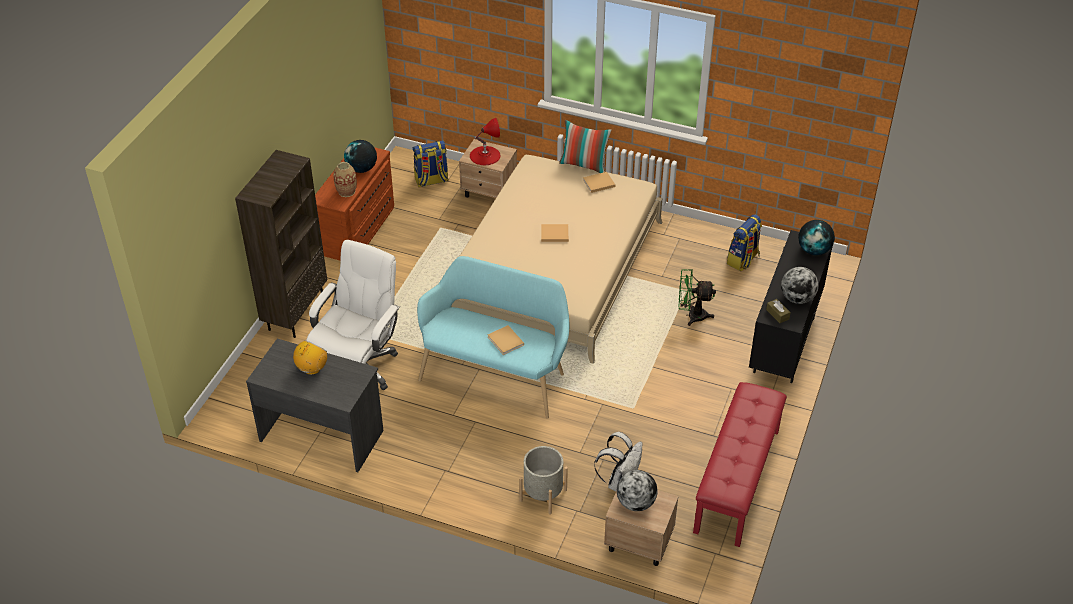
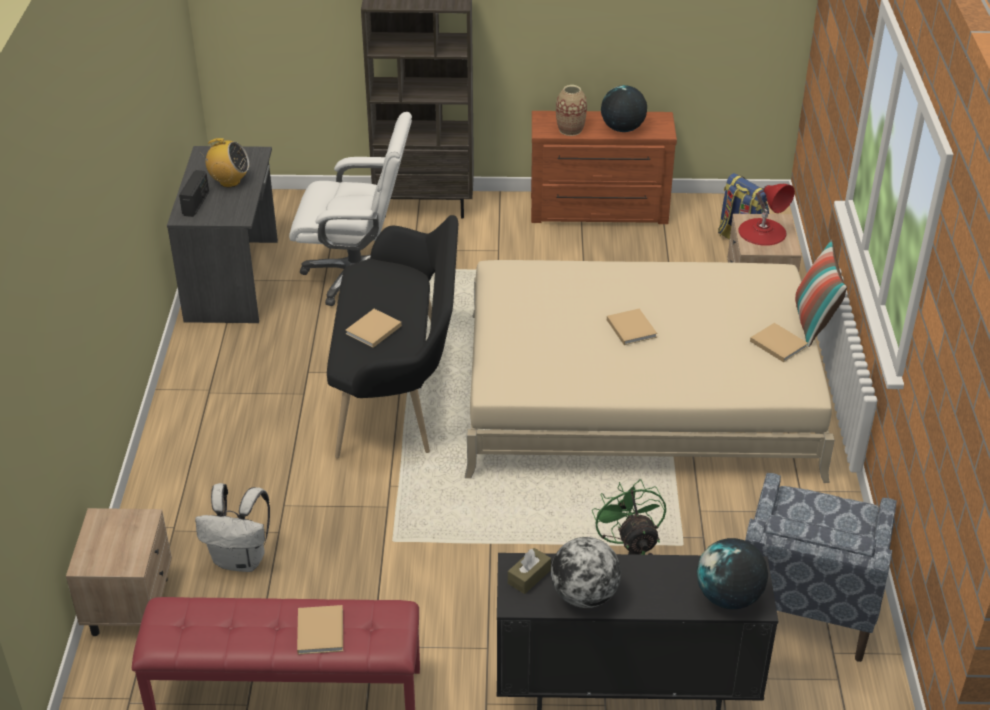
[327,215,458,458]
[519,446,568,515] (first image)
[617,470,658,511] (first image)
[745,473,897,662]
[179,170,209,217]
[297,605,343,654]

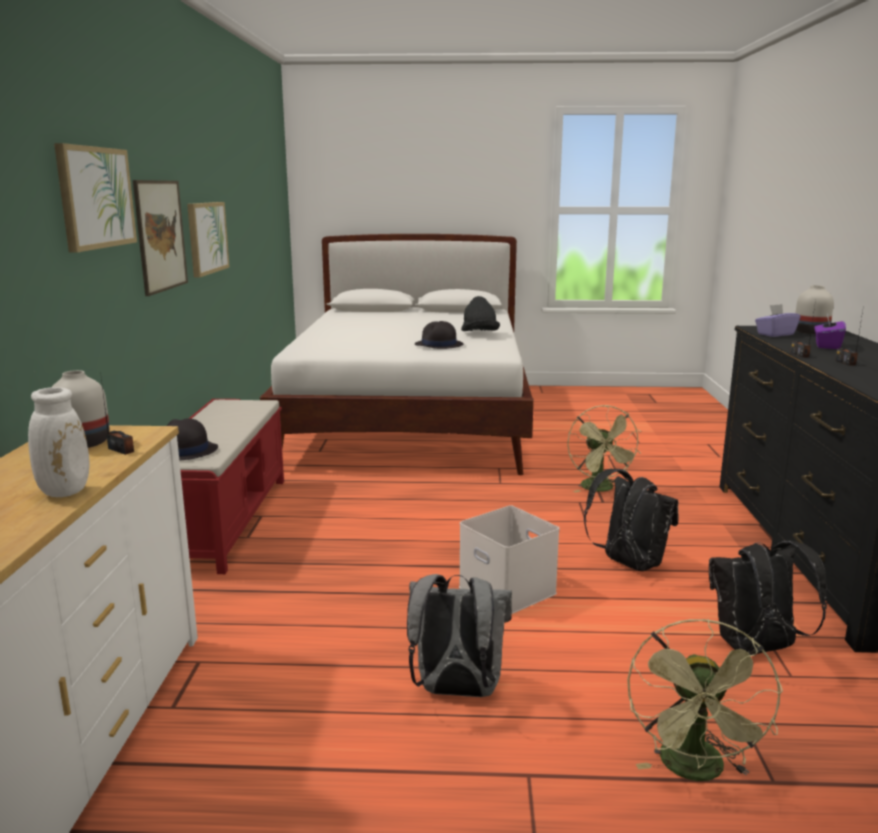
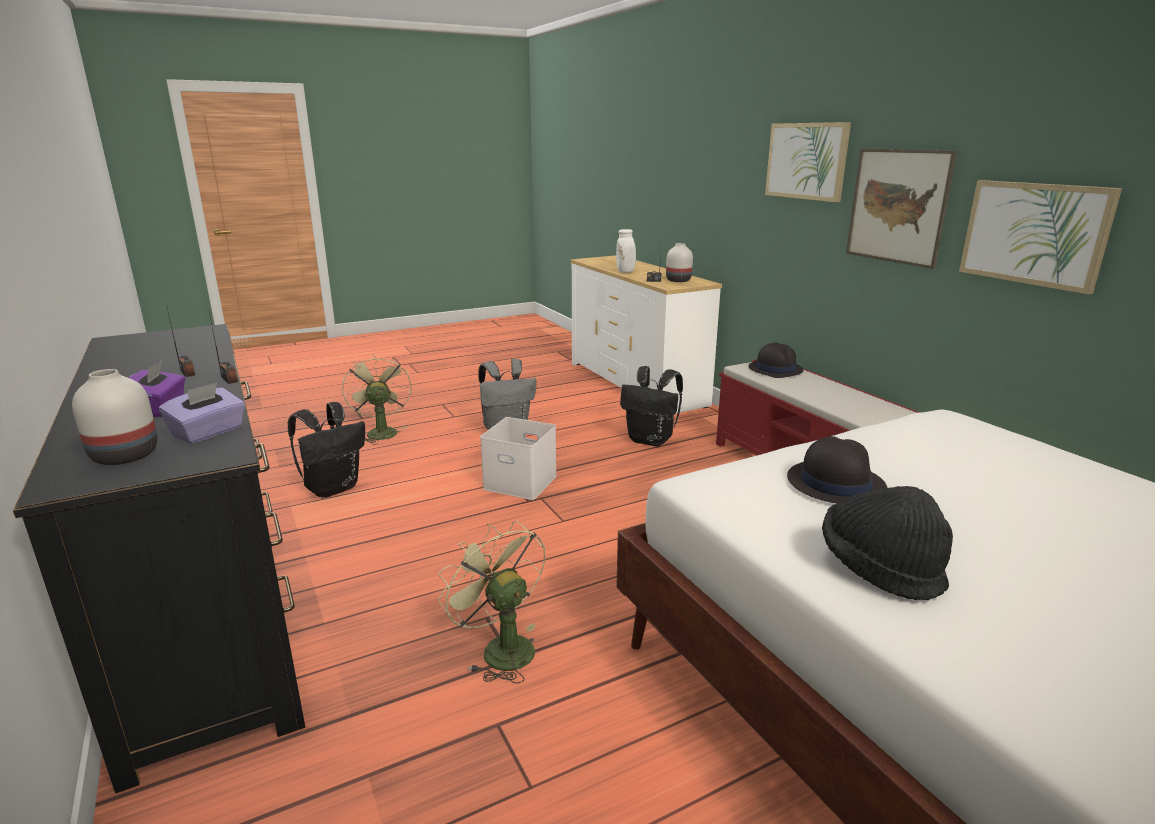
[620,366,683,446]

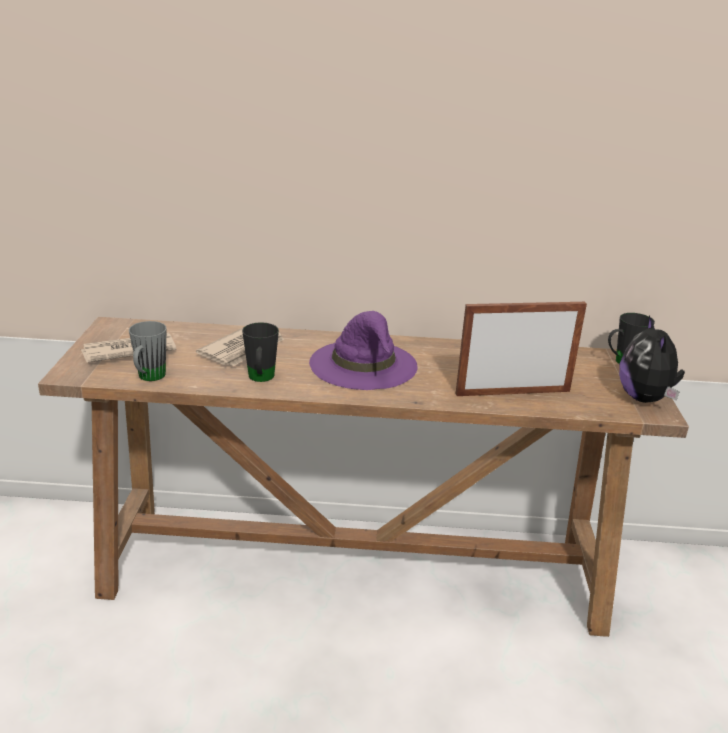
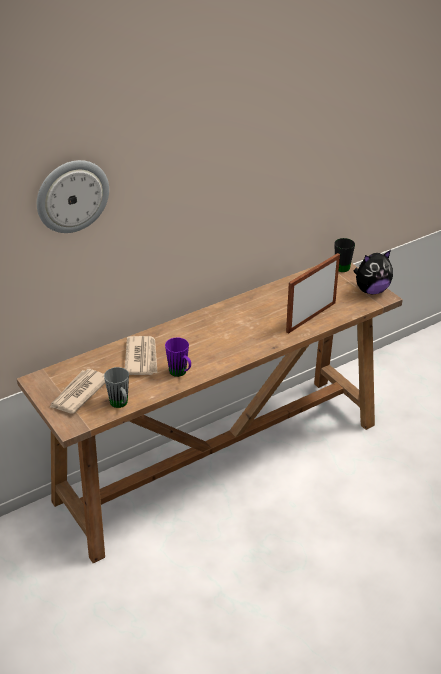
[165,337,191,377]
[309,311,418,390] (first image)
[353,250,393,294]
[37,160,109,233]

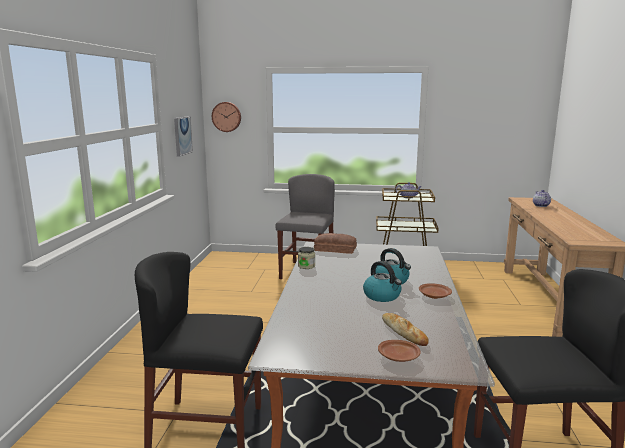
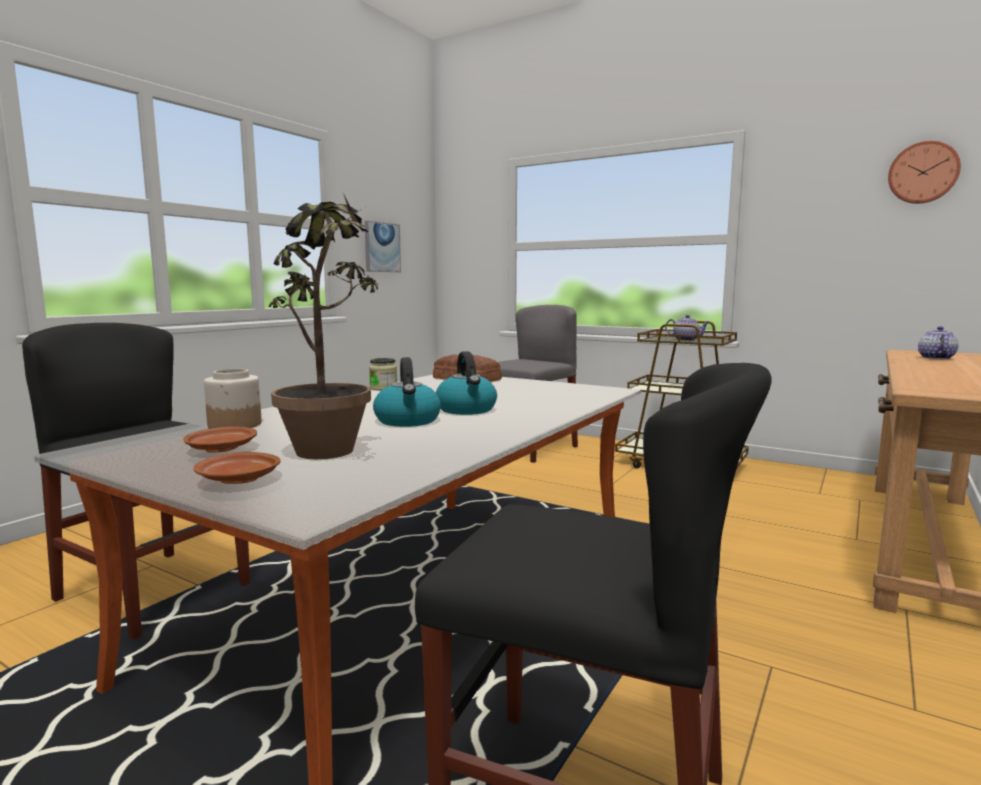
[888,141,961,204]
[269,193,378,459]
[183,427,257,453]
[204,369,262,429]

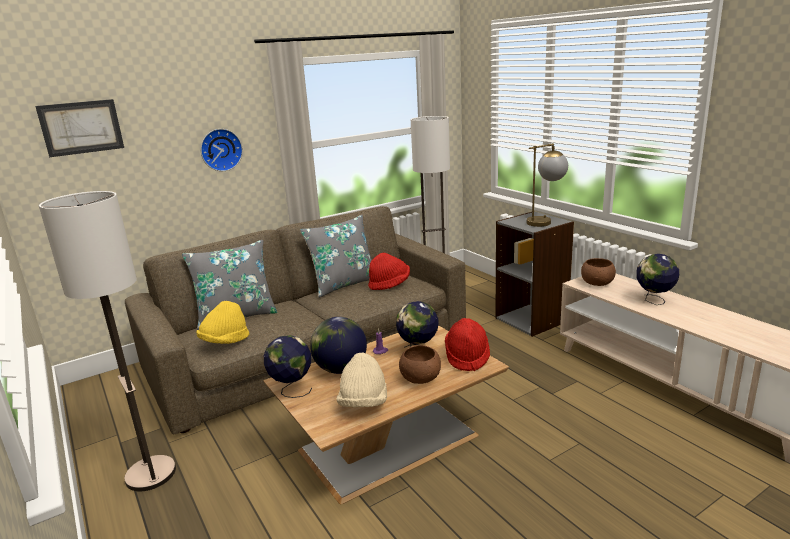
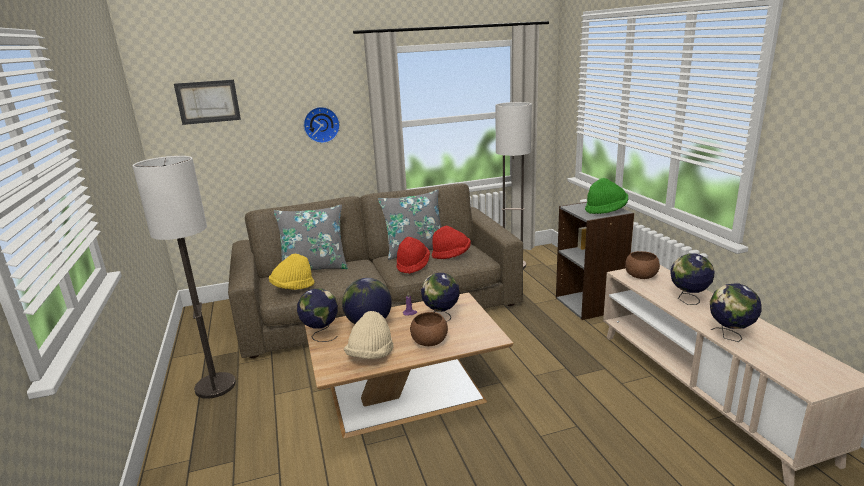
[397,237,430,274]
[585,178,628,214]
[710,284,762,342]

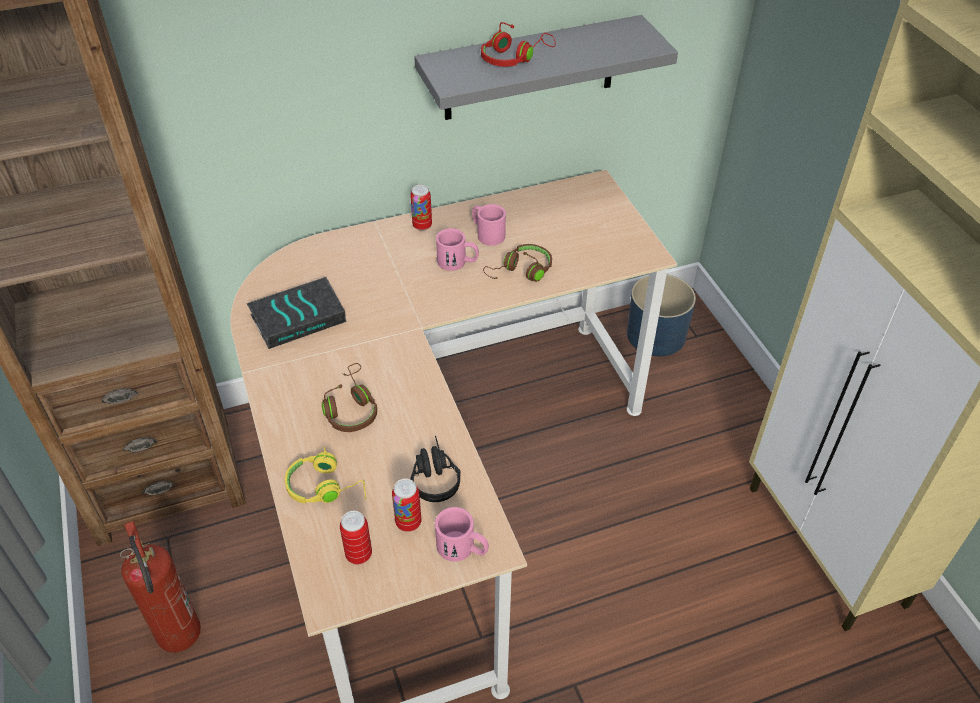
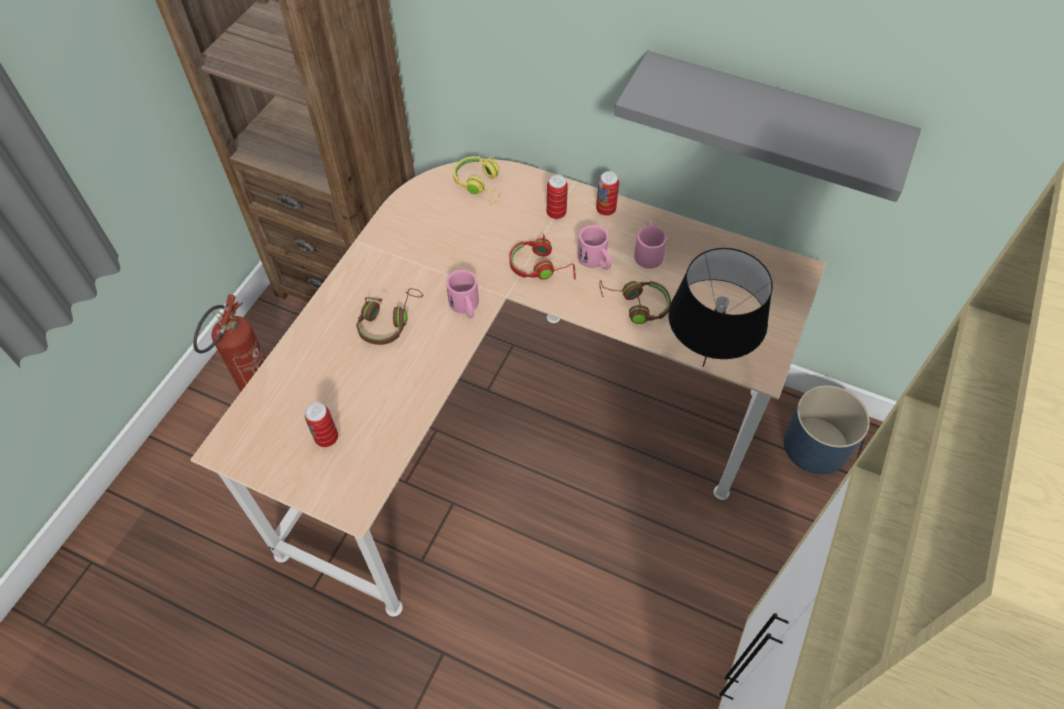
[246,277,346,349] (first image)
[453,156,501,205]
[547,175,568,219]
[410,435,460,502] (first image)
[446,270,479,318]
[509,234,575,280]
[668,248,773,367]

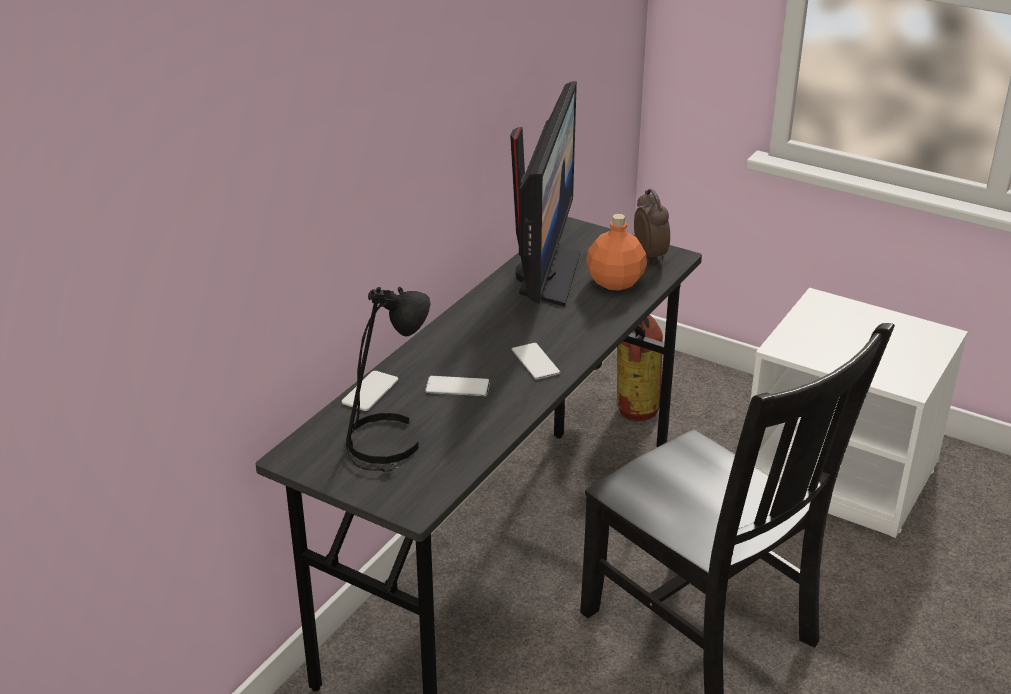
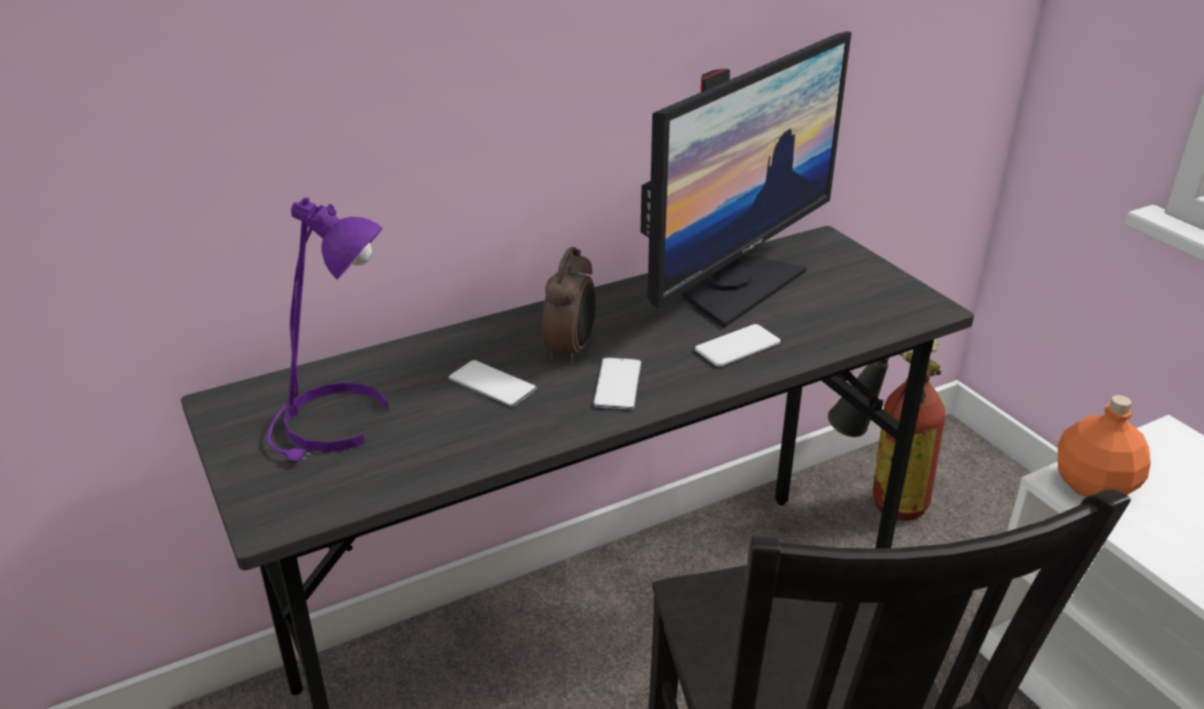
[695,324,780,367]
[267,197,388,461]
[1058,395,1151,497]
[542,247,596,365]

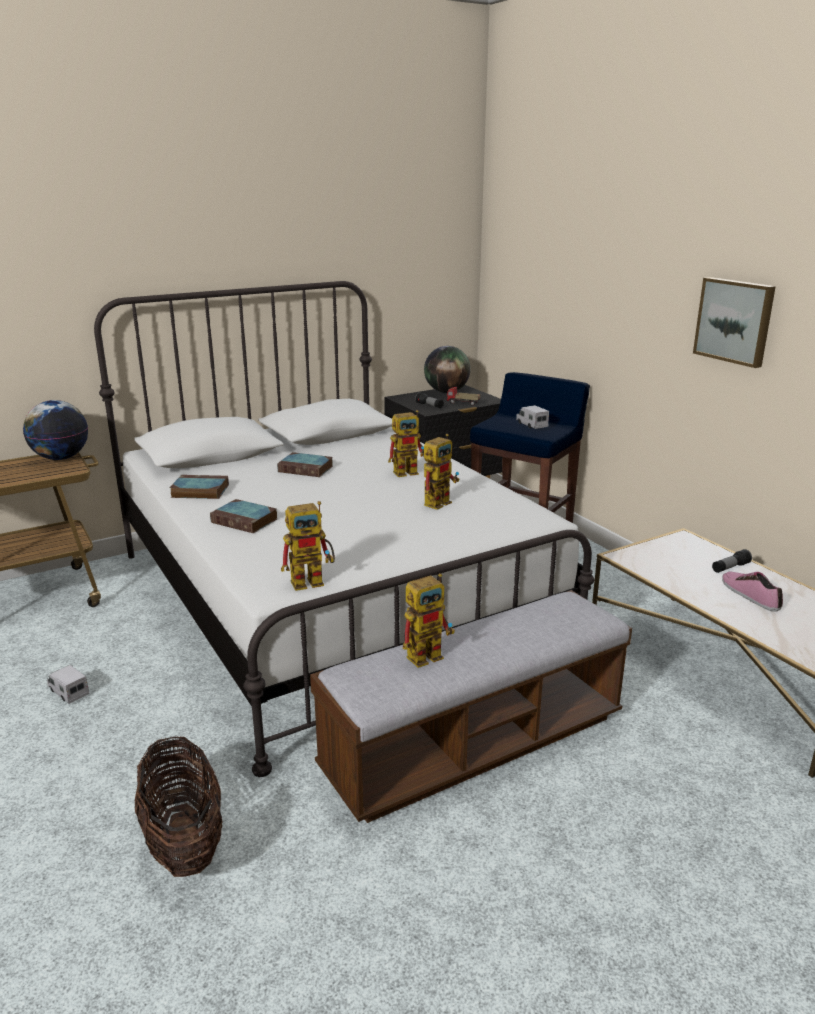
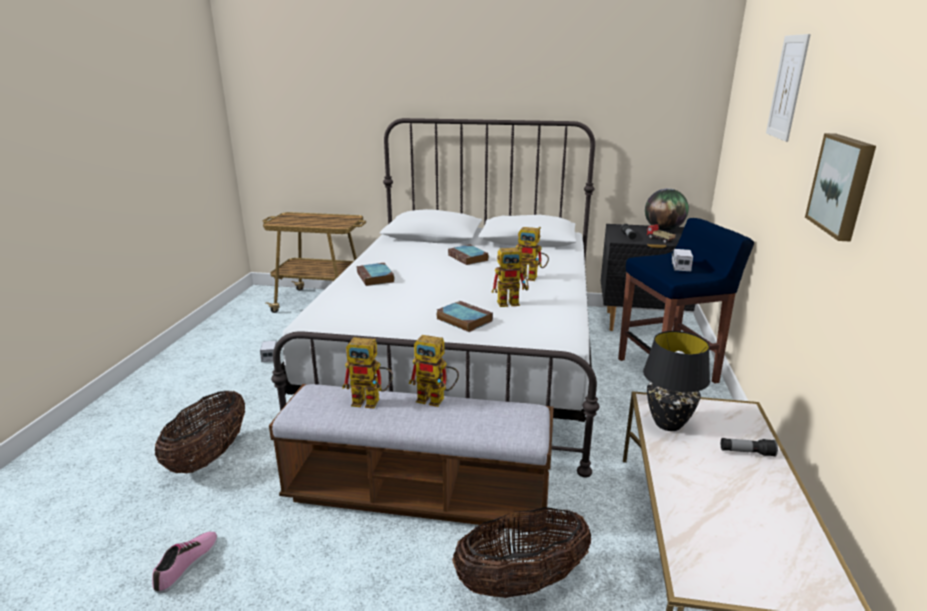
[23,400,88,460] (first image)
[437,301,493,332]
[409,335,459,407]
[152,532,218,593]
[452,507,591,598]
[643,331,710,431]
[766,34,811,142]

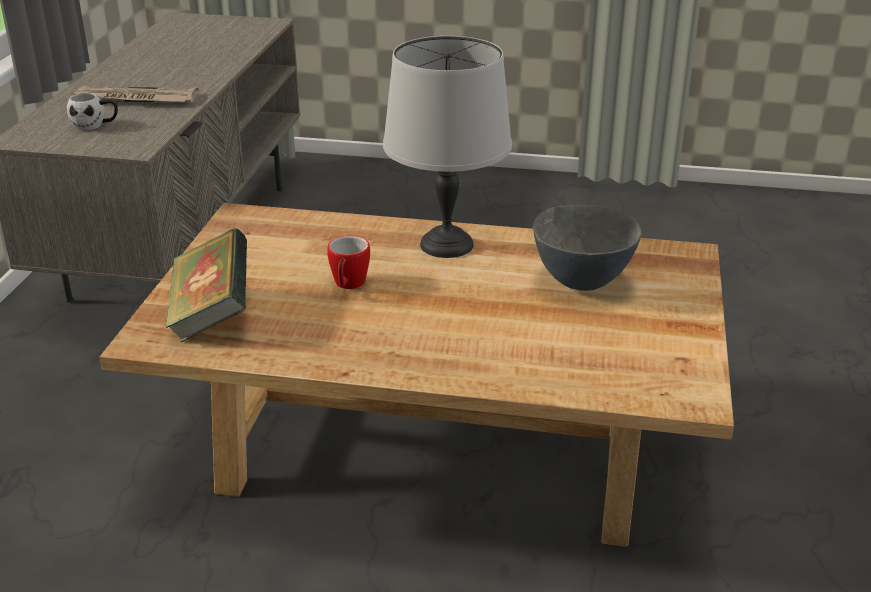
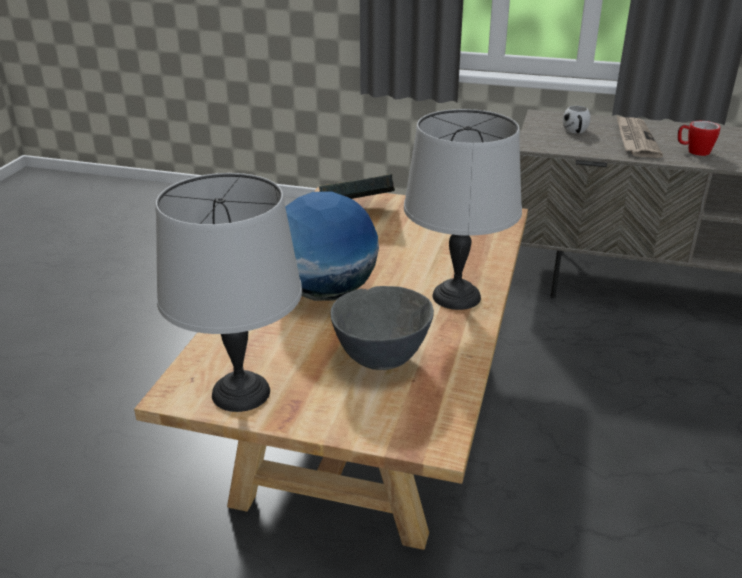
[678,121,720,156]
[155,173,302,412]
[285,191,379,301]

